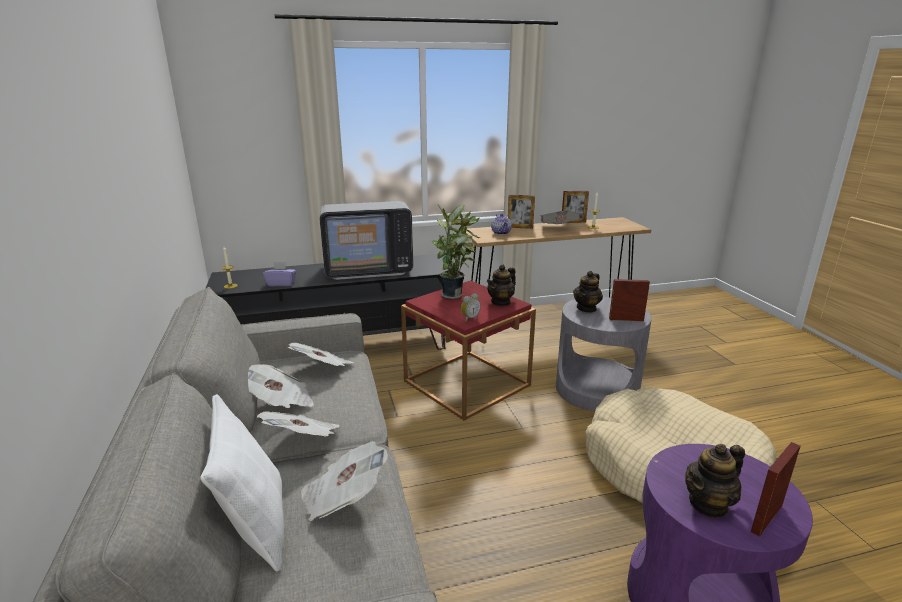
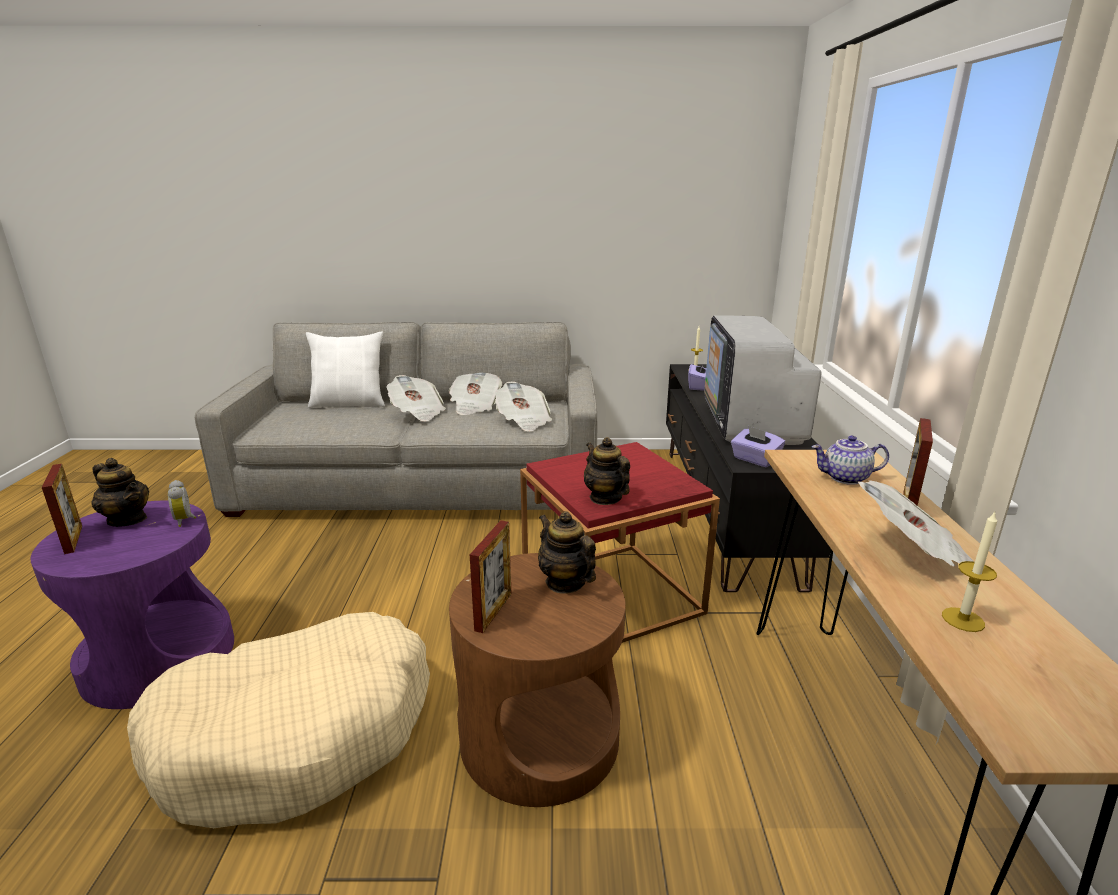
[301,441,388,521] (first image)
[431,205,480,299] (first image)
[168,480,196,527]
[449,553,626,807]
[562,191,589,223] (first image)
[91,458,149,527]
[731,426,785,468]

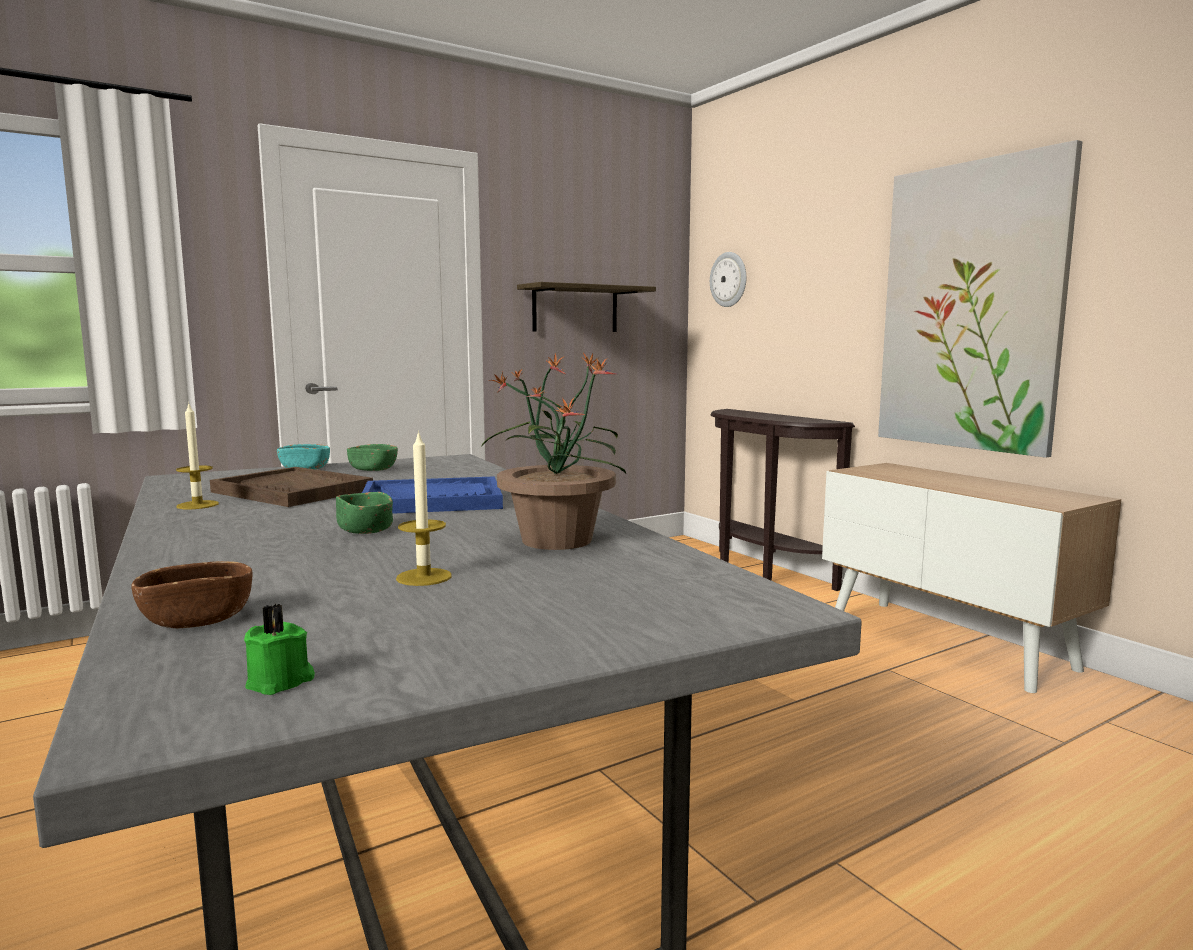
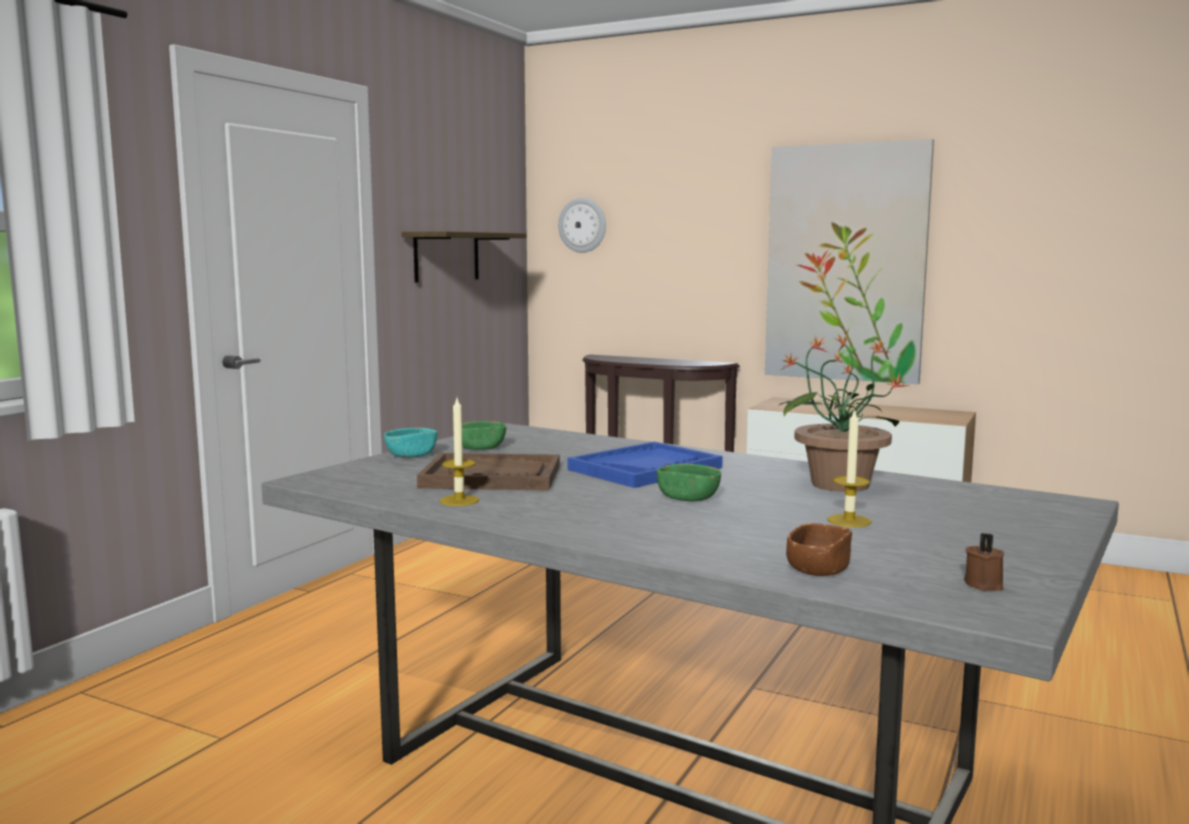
[964,533,1004,591]

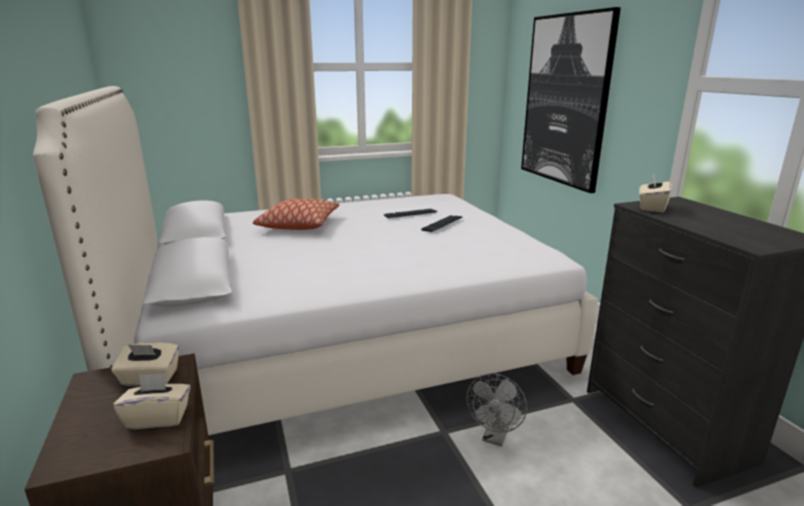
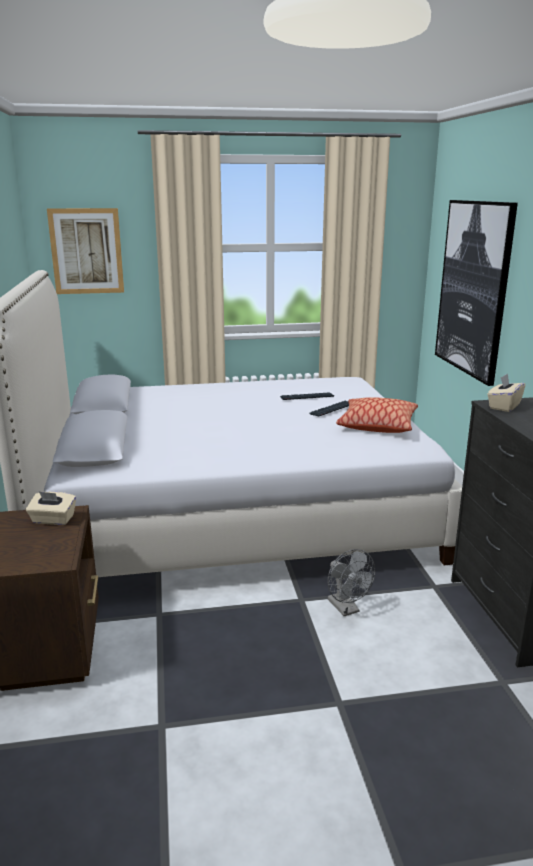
[113,373,190,429] (first image)
[336,397,418,433]
[328,549,375,616]
[47,208,124,294]

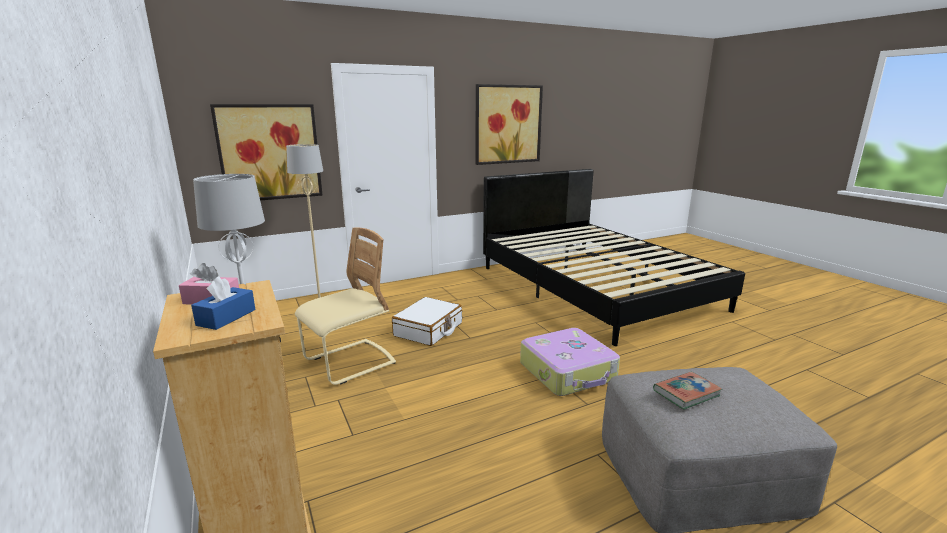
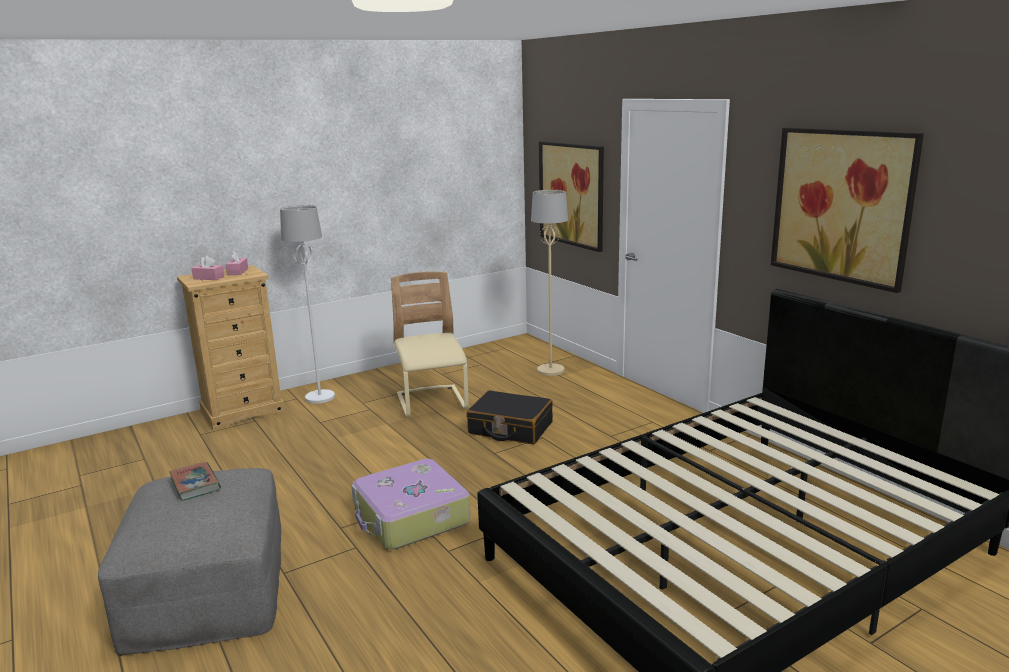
[191,256,224,280]
[391,271,469,417]
[466,390,553,445]

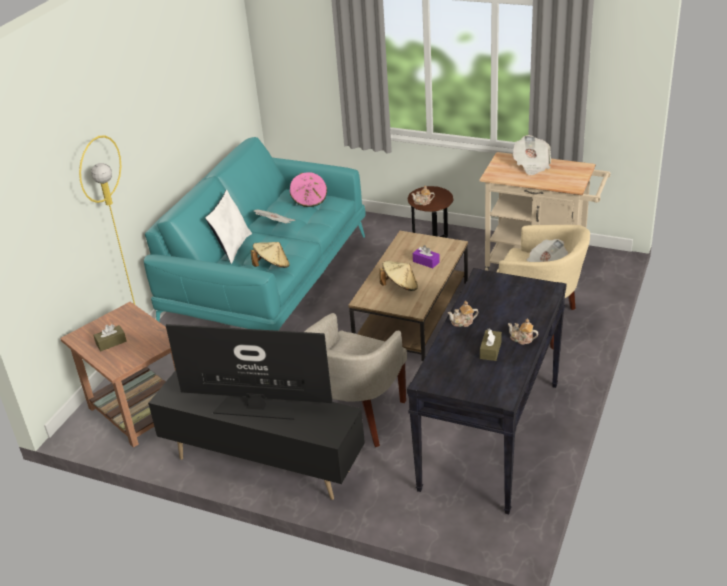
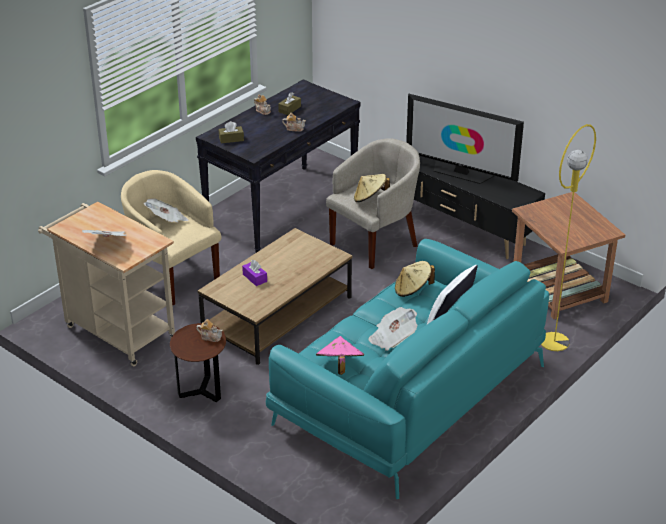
[219,121,244,144]
[354,174,390,202]

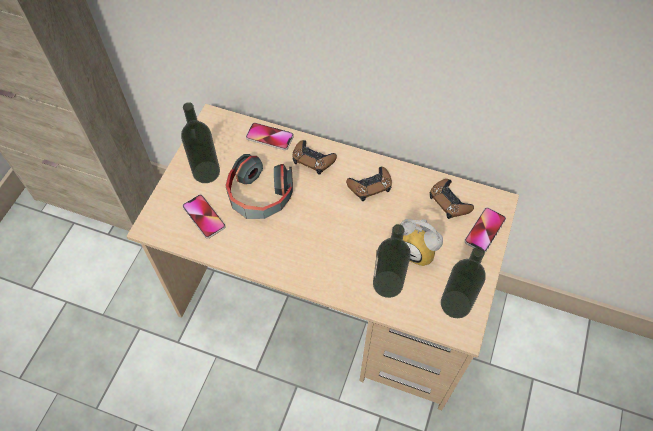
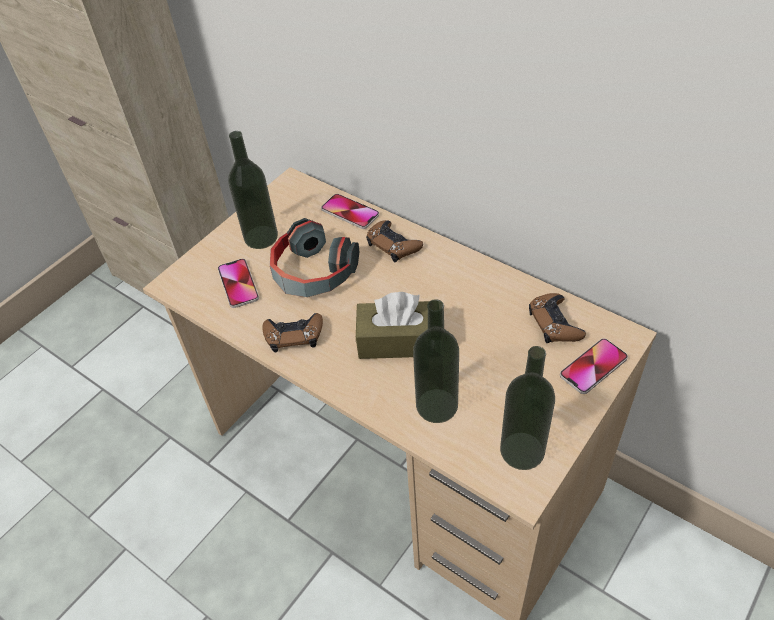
[262,313,323,352]
[400,219,443,266] (first image)
[356,292,430,359]

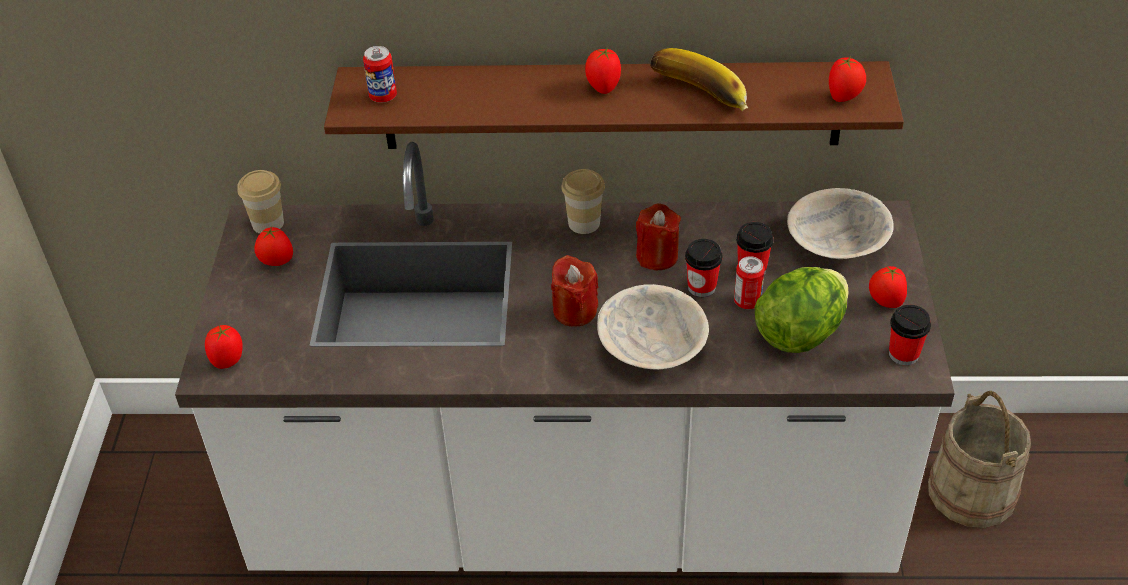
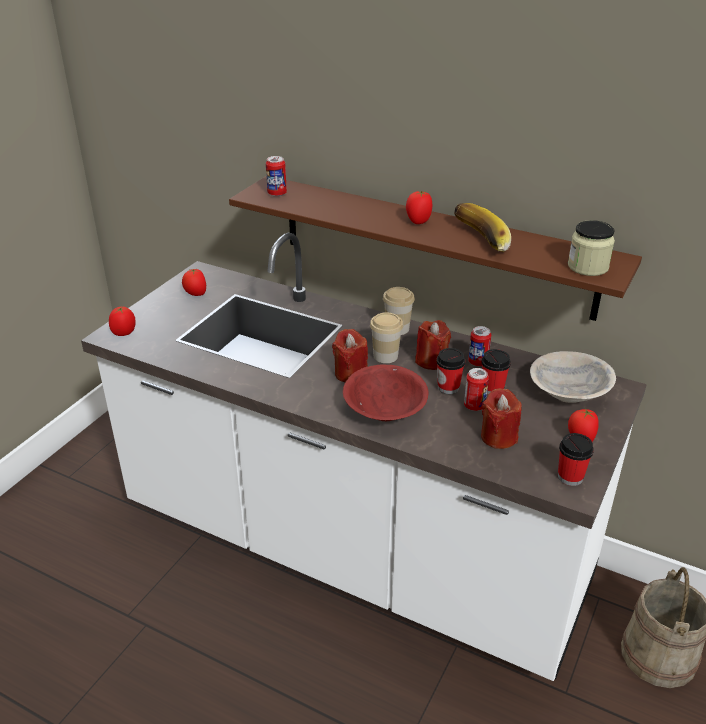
[370,312,403,363]
[343,364,429,421]
[481,388,522,449]
[568,220,615,276]
[468,326,491,366]

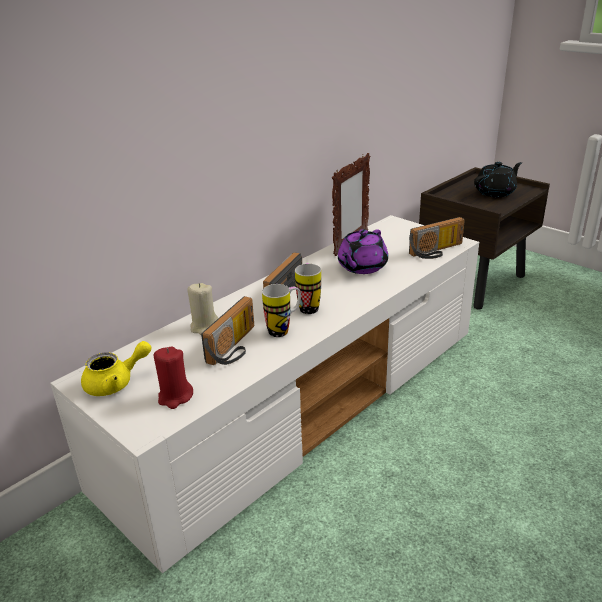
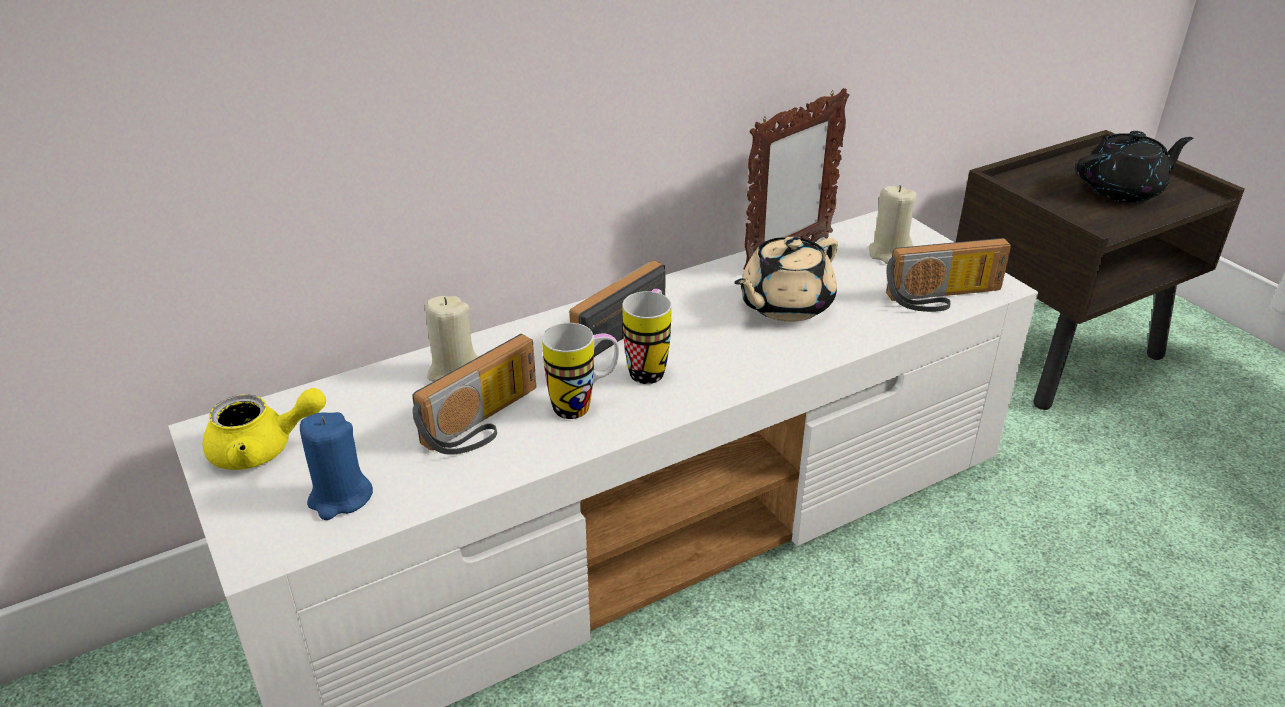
[300,412,373,520]
[734,237,838,322]
[869,185,917,264]

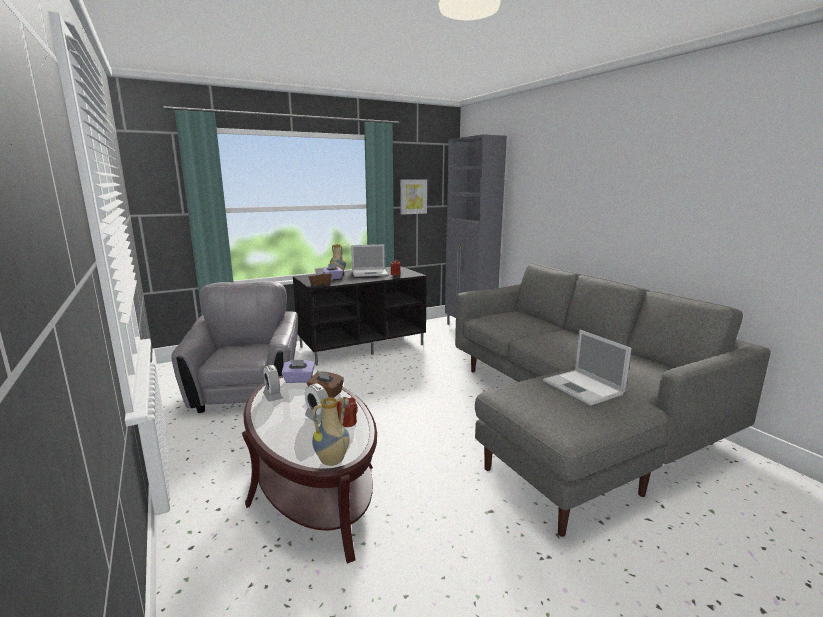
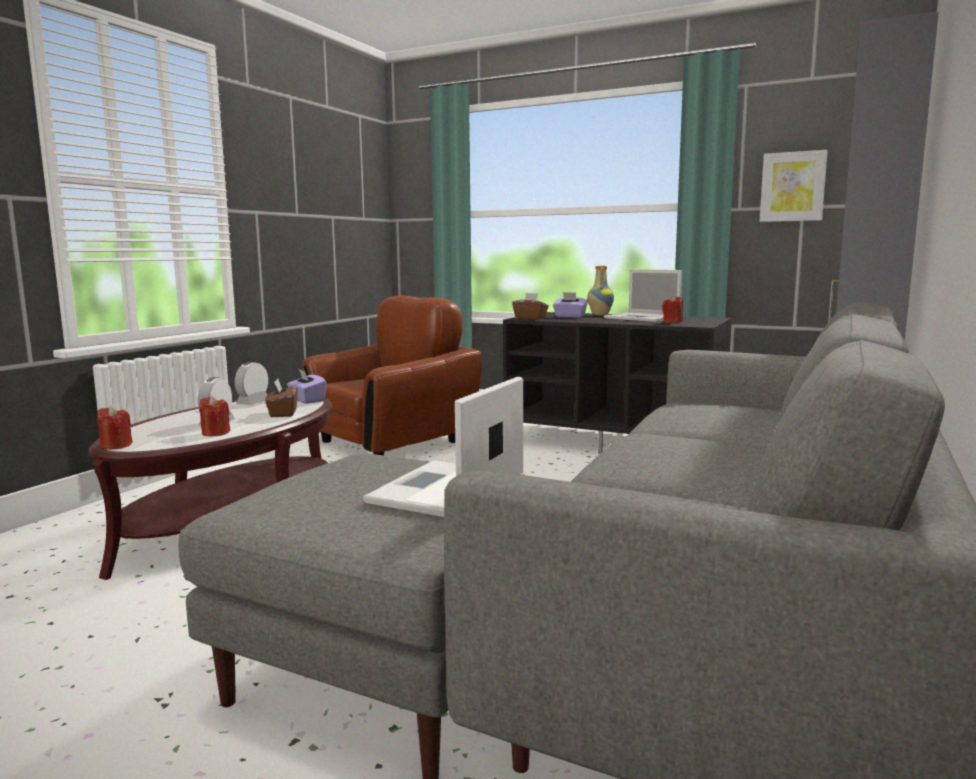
[302,295,482,455]
[97,406,133,450]

